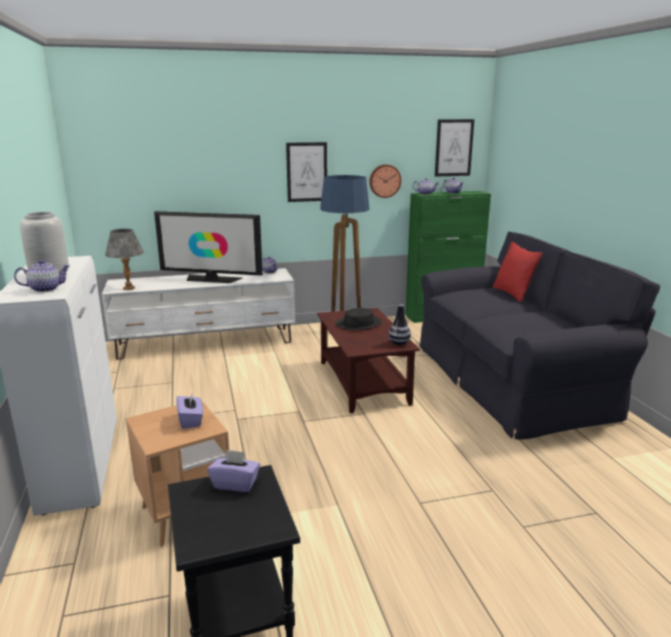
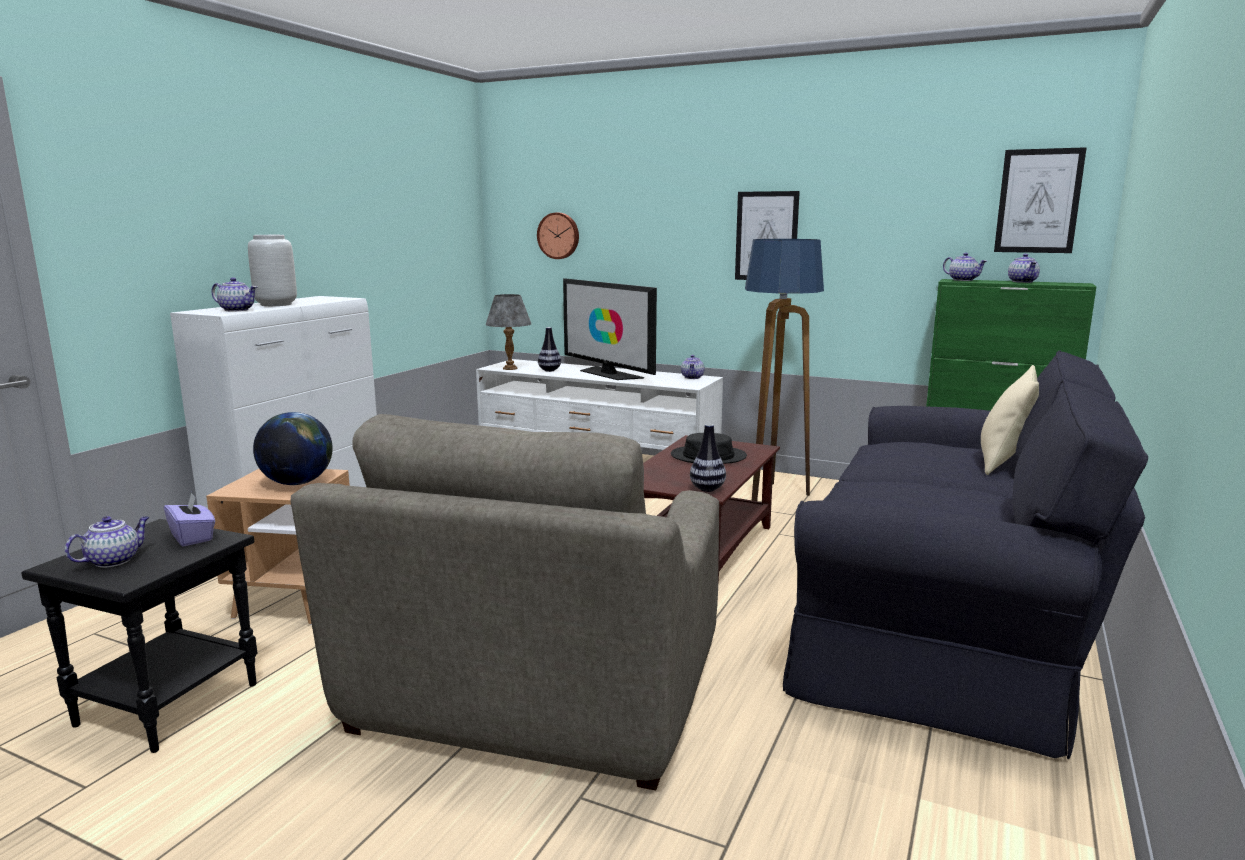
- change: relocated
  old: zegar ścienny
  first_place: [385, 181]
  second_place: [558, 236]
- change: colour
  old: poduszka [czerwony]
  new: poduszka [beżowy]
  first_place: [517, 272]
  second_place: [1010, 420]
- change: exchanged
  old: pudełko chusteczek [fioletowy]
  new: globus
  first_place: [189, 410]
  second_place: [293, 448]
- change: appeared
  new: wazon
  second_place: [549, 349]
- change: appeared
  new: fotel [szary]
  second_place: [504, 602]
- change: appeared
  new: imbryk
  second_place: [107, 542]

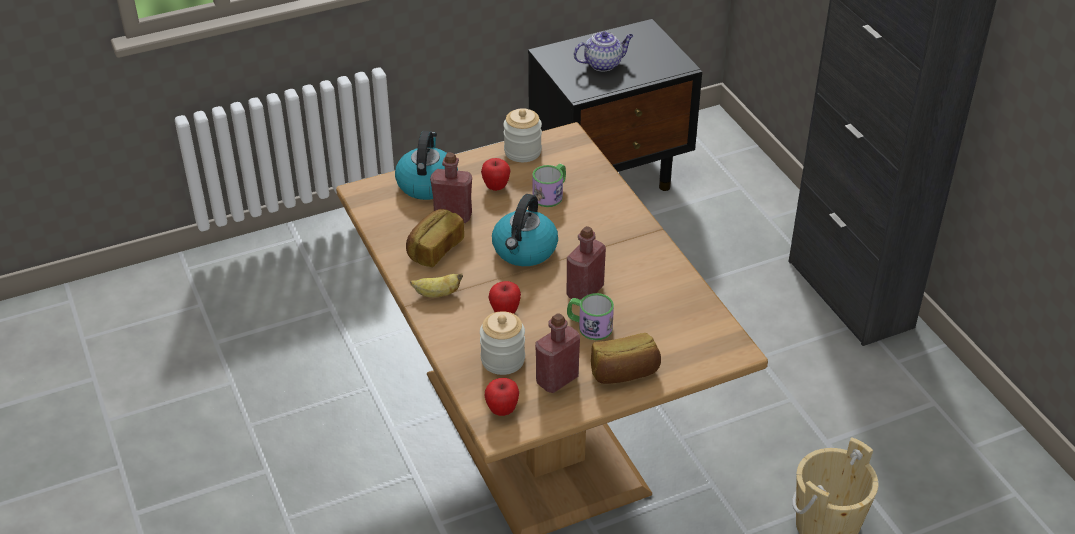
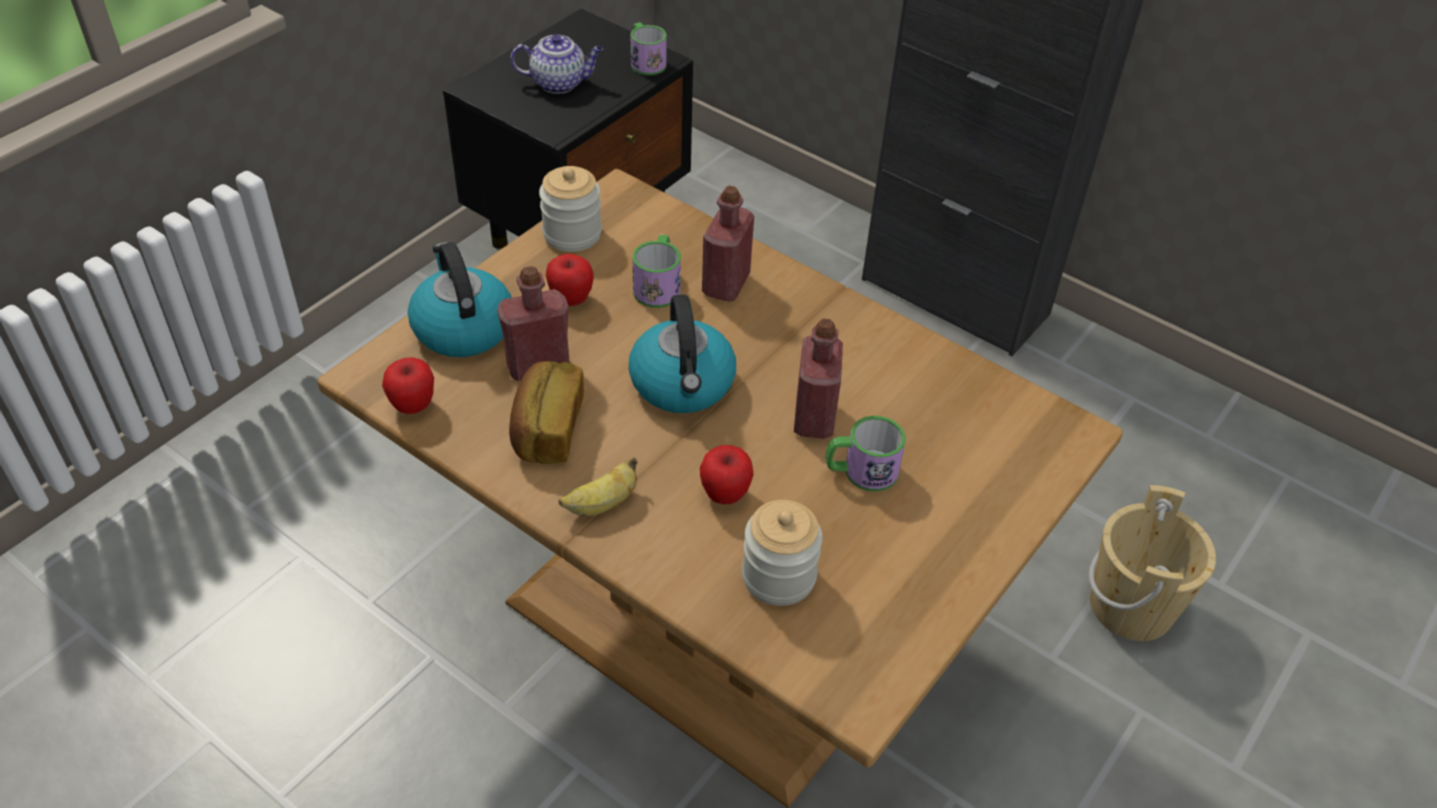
- change: spun
  old: imbryk
  first_place: [604, 51]
  second_place: [556, 64]
  degrees: 45
- change: relocated
  old: butelka [czerwony]
  first_place: [557, 353]
  second_place: [728, 243]
- change: missing
  old: chleb
  first_place: [626, 358]
- change: relocated
  old: jabłko
  first_place: [501, 397]
  second_place: [408, 385]
- change: appeared
  new: kubek
  second_place: [649, 48]

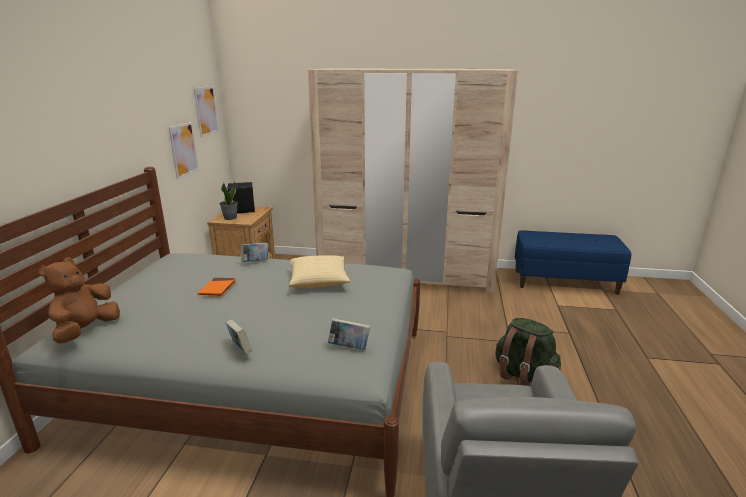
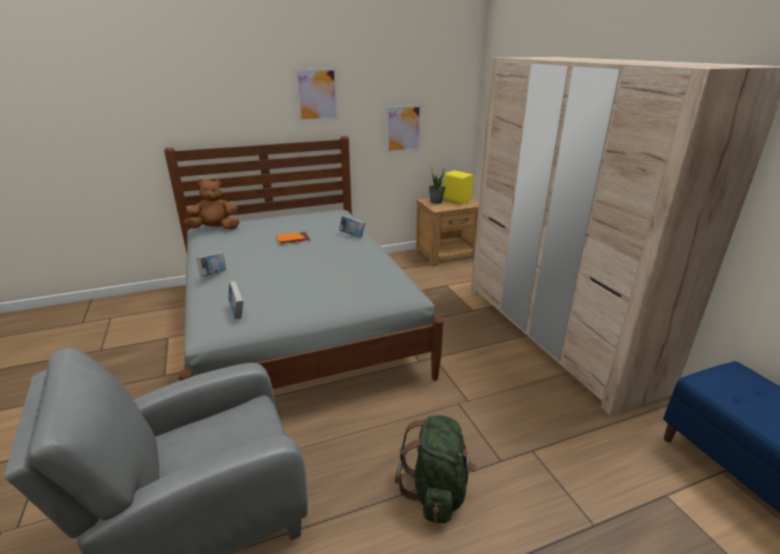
- change: relocated
  old: obraz
  first_place: [206, 111]
  second_place: [317, 95]
- change: colour
  old: głośnik [czarny]
  new: głośnik [żółty]
  first_place: [241, 197]
  second_place: [459, 187]
- change: missing
  old: poduszka
  first_place: [319, 271]

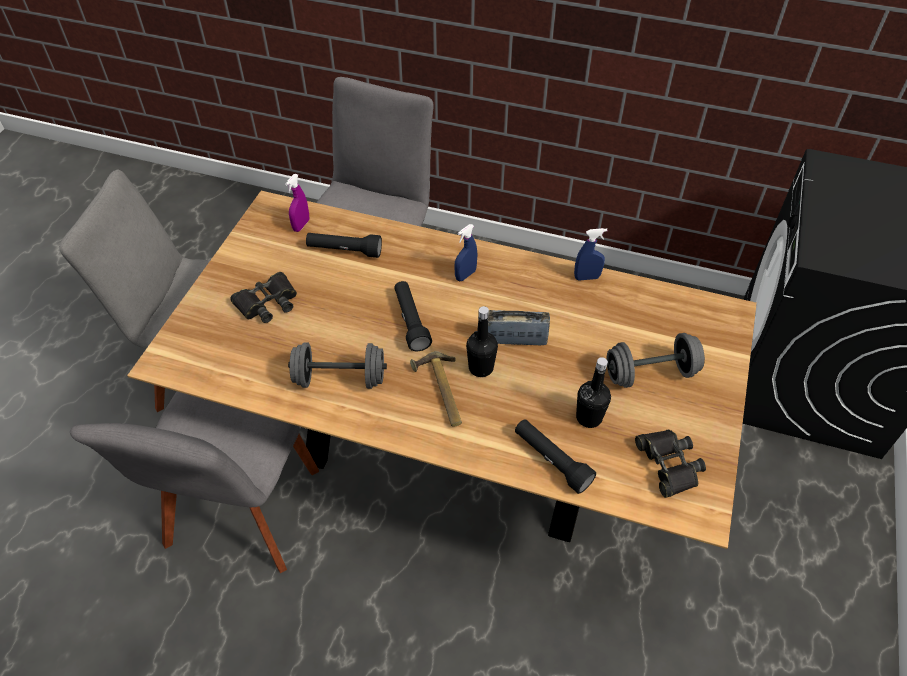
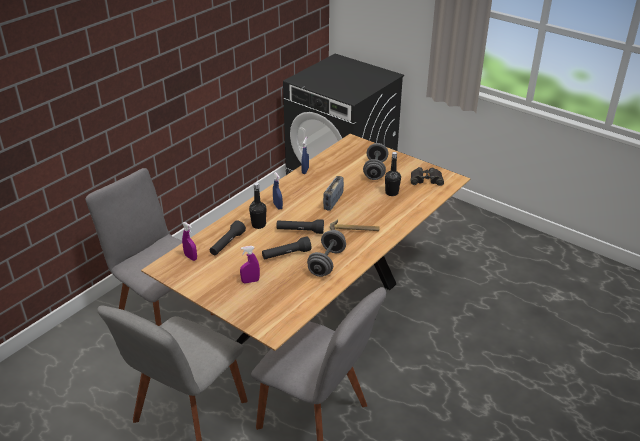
- change: exchanged
  old: lornetka [czarny]
  new: spryskiwacz [fioletowy]
  first_place: [263, 297]
  second_place: [250, 265]
- change: relocated
  old: butelka [czarny]
  first_place: [482, 341]
  second_place: [258, 206]
- change: relocated
  old: latarka [czarny]
  first_place: [555, 456]
  second_place: [287, 247]

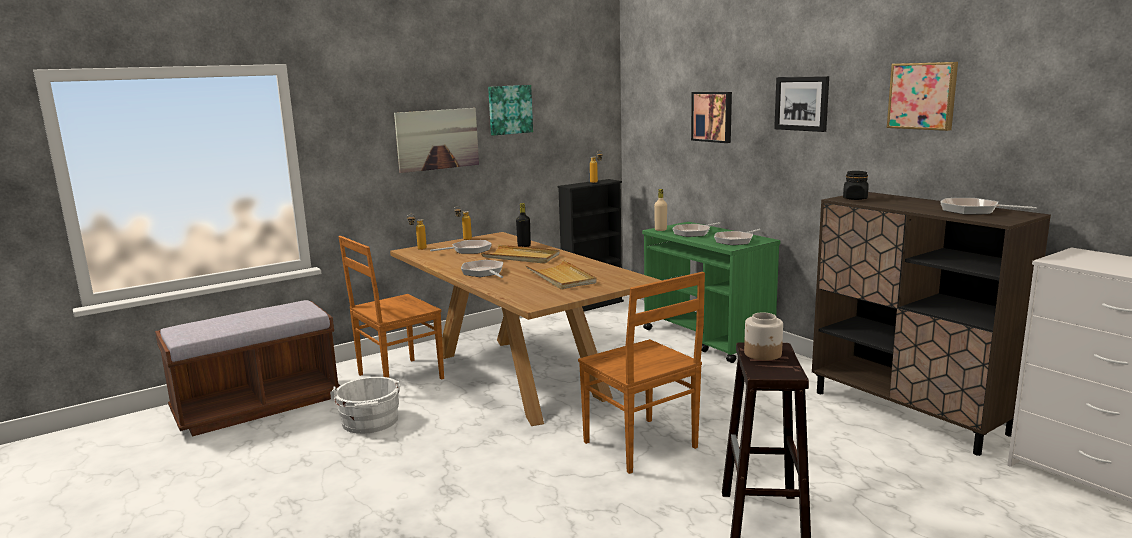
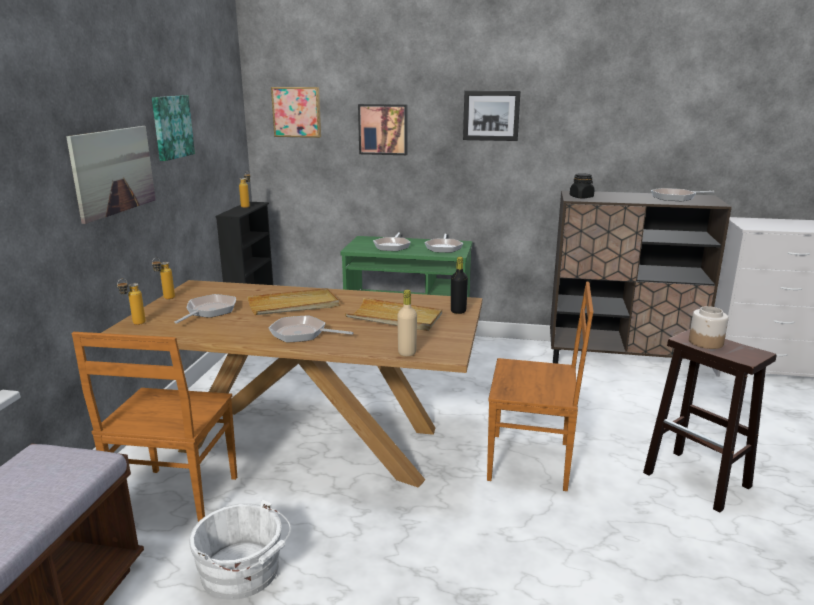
- change: relocated
  old: obraz
  first_place: [922, 96]
  second_place: [296, 112]
- change: relocated
  old: butelka [beżowy]
  first_place: [660, 210]
  second_place: [407, 323]
- change: relocated
  old: butelka [czarny]
  first_place: [523, 225]
  second_place: [459, 285]

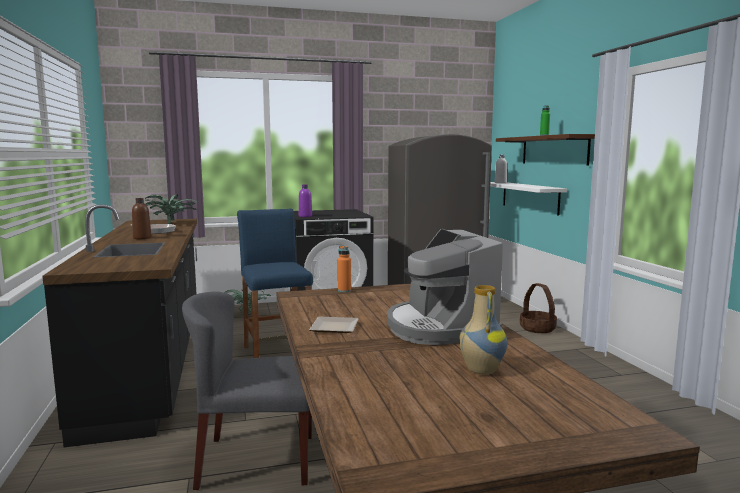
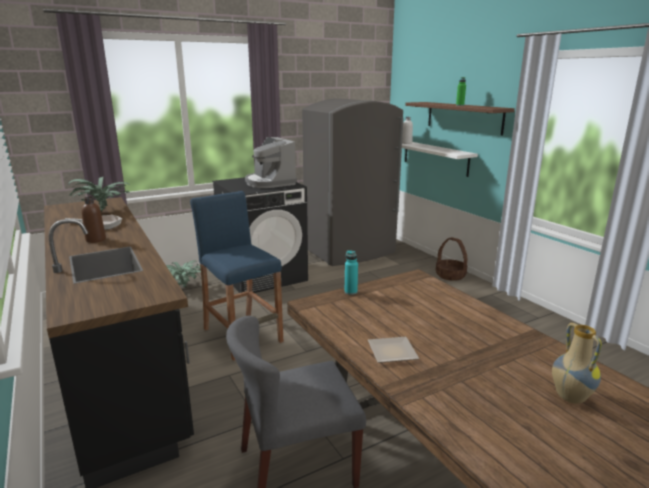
- change: missing
  old: butelka [fioletowy]
  first_place: [305, 200]
- change: relocated
  old: ekspres do kawy
  first_place: [445, 287]
  second_place: [271, 162]
- change: colour
  old: butelka [pomarańczowy]
  new: butelka [turkusowy]
  first_place: [344, 269]
  second_place: [351, 272]

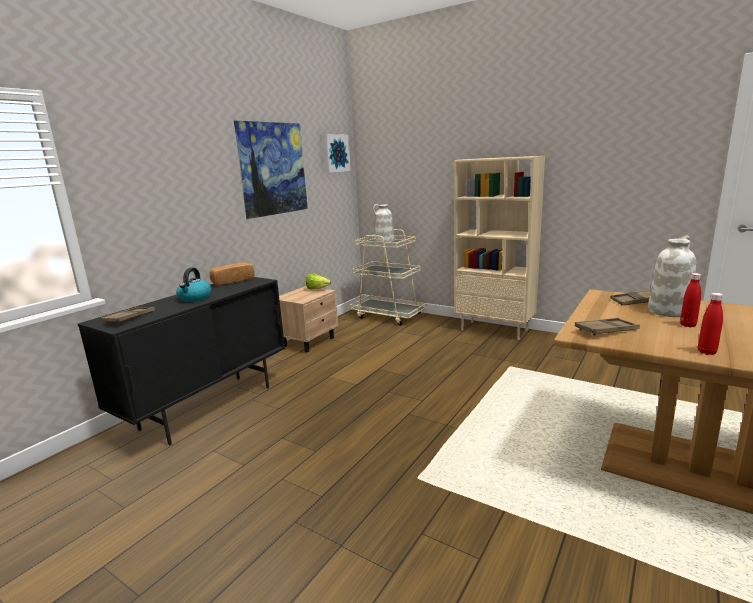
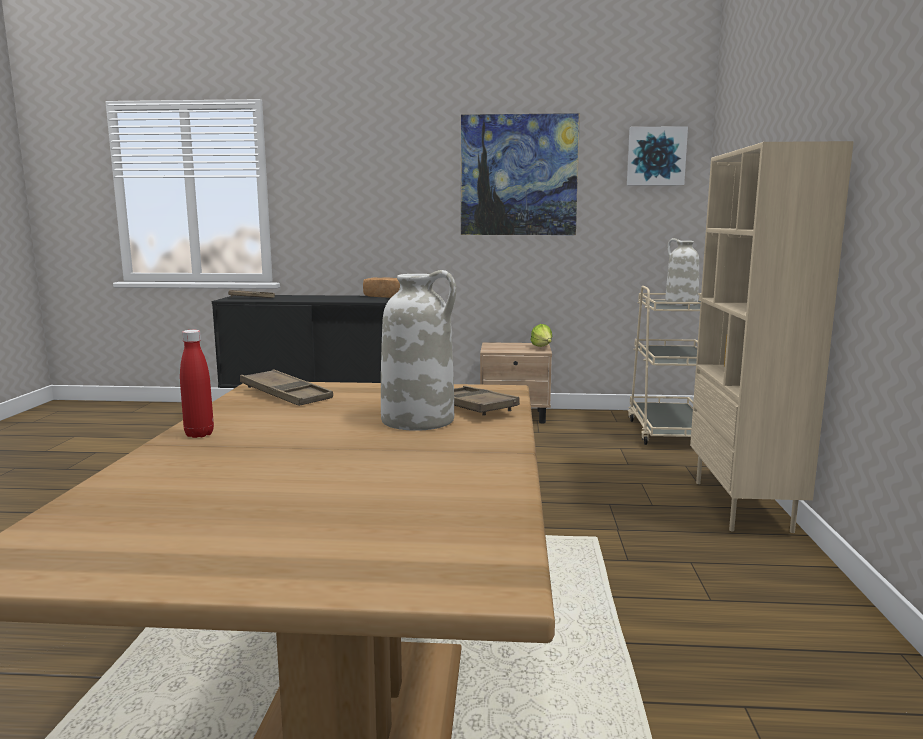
- change: missing
  old: czajnik
  first_place: [193, 285]
- change: missing
  old: butelka [czerwony]
  first_place: [690, 300]

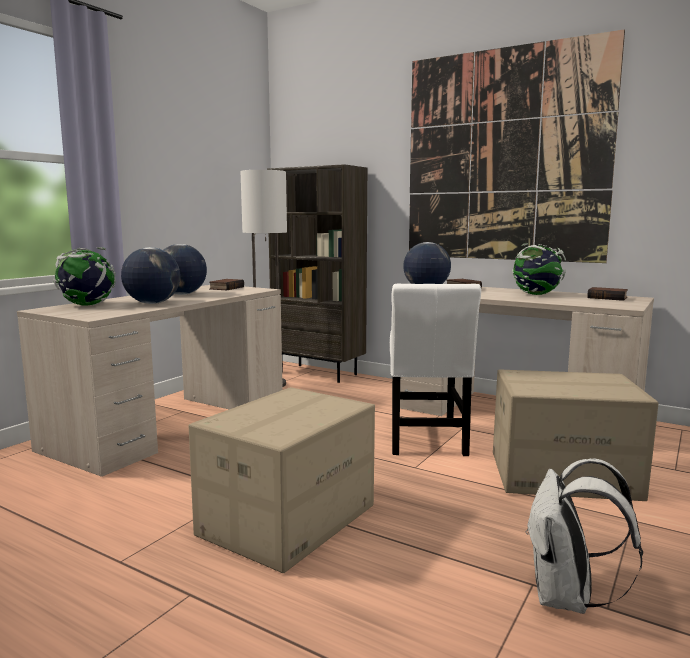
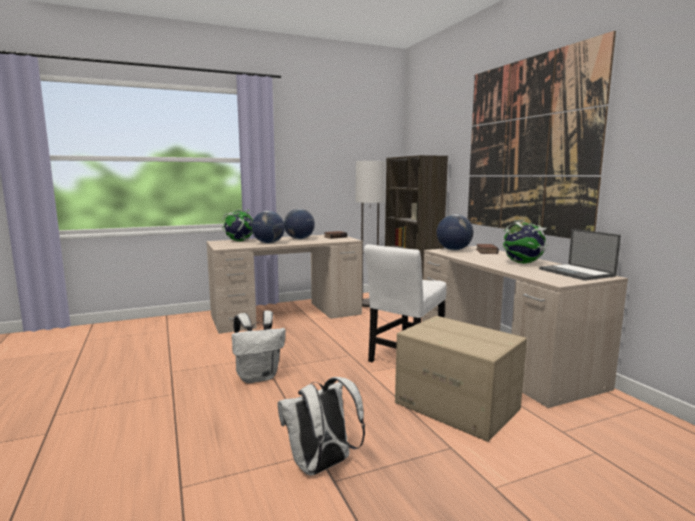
- change: exchanged
  old: książka
  new: laptop
  first_place: [607, 294]
  second_place: [580, 254]
- change: exchanged
  old: karton
  new: plecak [biały]
  first_place: [282, 480]
  second_place: [259, 346]

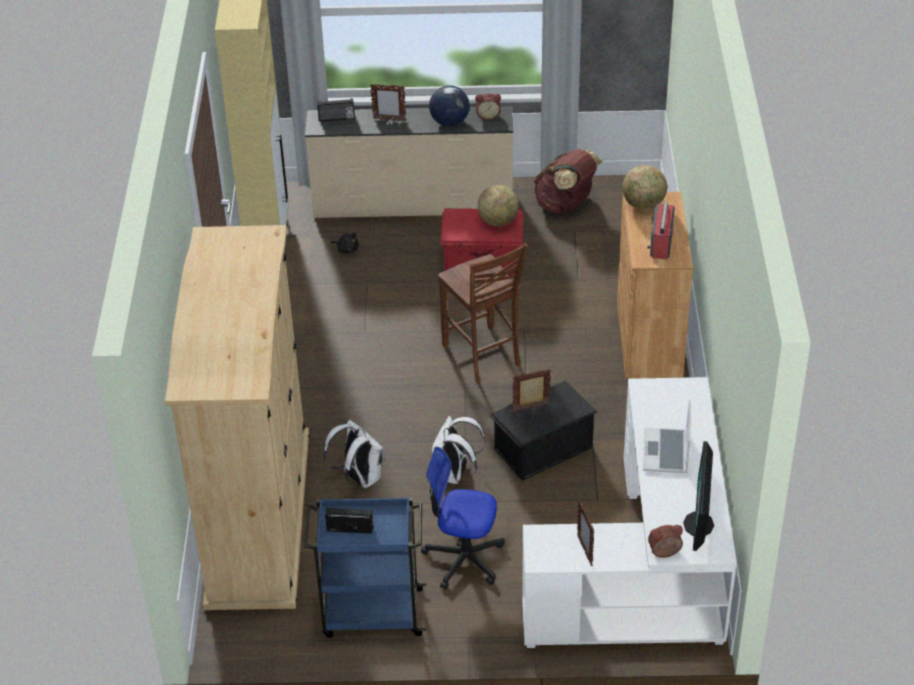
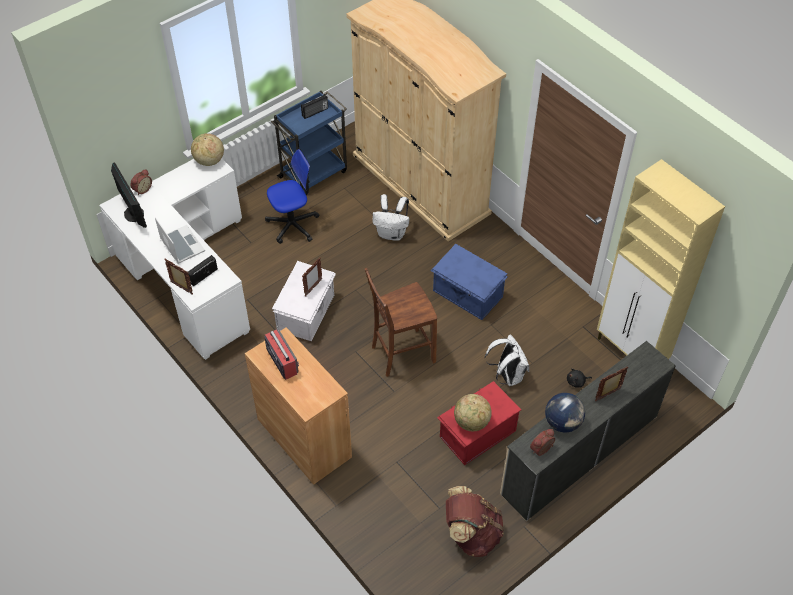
- change: relocated
  old: radio
  first_place: [336, 110]
  second_place: [203, 271]
- change: relocated
  old: globus
  first_place: [644, 187]
  second_place: [207, 149]
- change: spun
  old: krzesło [brązowy]
  first_place: [483, 313]
  second_place: [401, 322]
  degrees: -45
- change: colour
  old: pojemnik do przechowywania [czarny]
  new: pojemnik do przechowywania [biały]
  first_place: [543, 430]
  second_place: [304, 301]
- change: relocated
  old: plecak [biały]
  first_place: [459, 450]
  second_place: [507, 360]
- change: relocated
  old: ramka na zdjęcie
  first_place: [585, 533]
  second_place: [178, 276]
- change: appeared
  new: pojemnik do przechowywania [niebieski]
  second_place: [469, 282]

